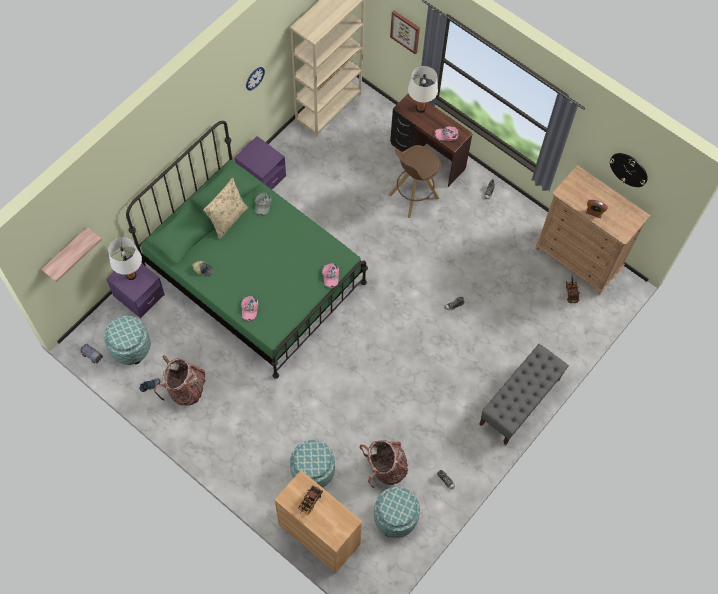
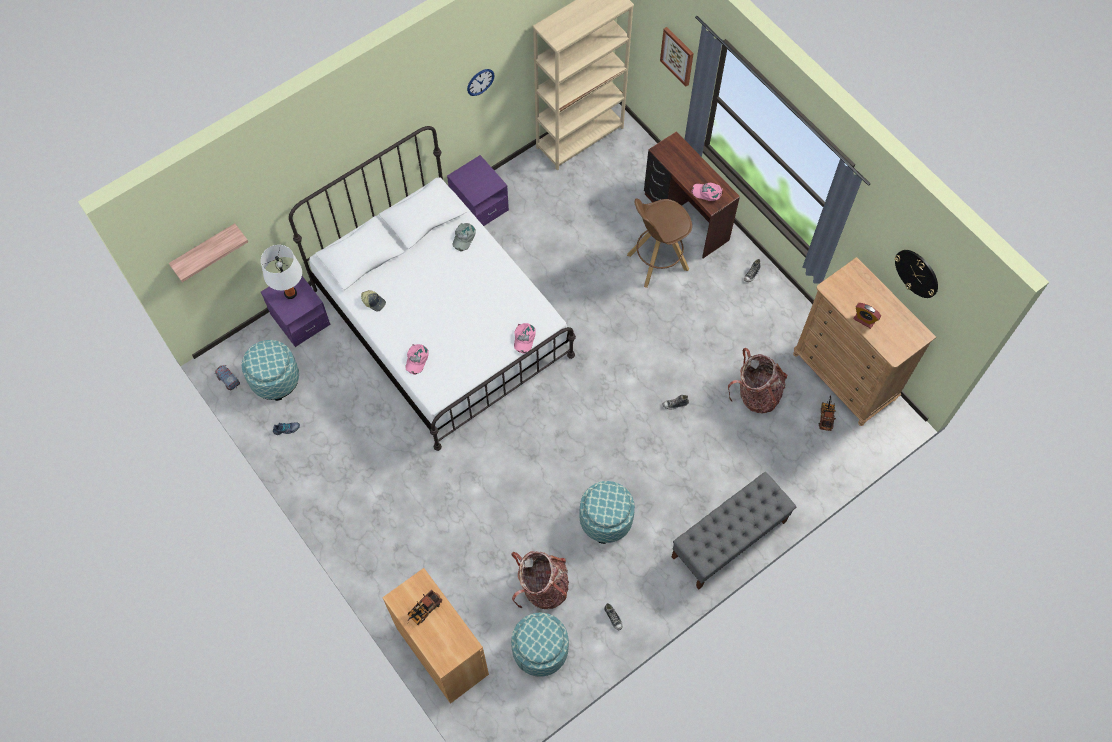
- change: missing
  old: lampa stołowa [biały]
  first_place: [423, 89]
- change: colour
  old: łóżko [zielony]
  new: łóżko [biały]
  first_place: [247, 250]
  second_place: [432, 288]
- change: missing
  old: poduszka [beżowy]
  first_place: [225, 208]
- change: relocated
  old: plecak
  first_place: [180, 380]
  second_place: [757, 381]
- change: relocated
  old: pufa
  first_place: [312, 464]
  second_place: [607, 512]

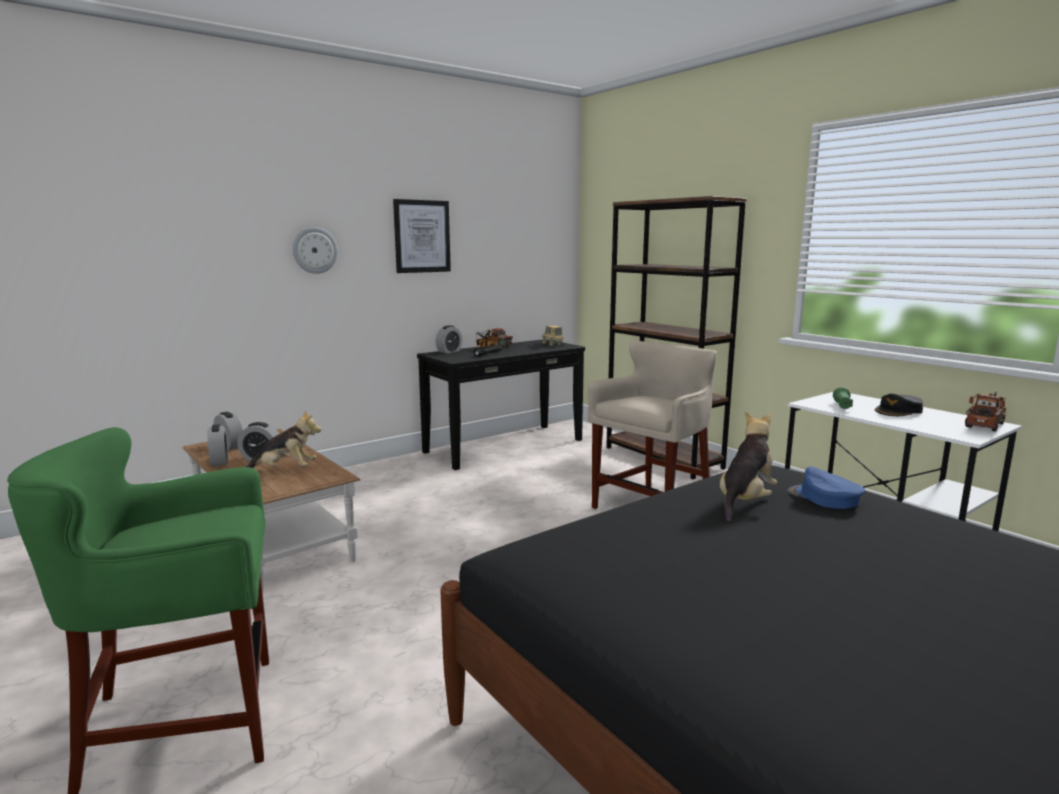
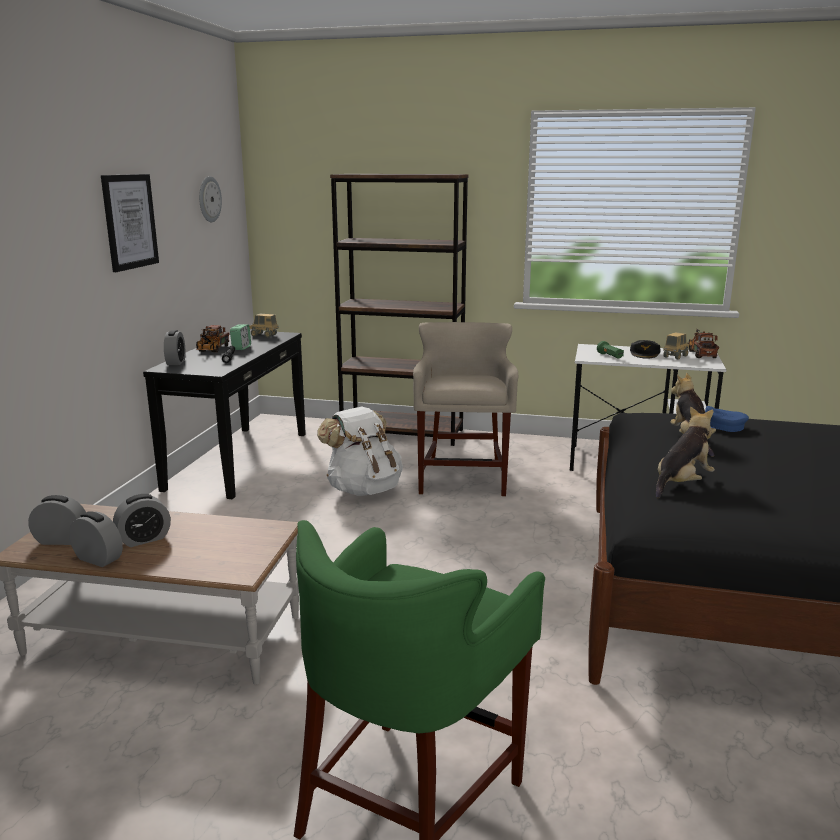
- change: relocated
  old: zegar ścienny
  first_place: [315, 250]
  second_place: [210, 199]
- change: relocated
  old: pluszak
  first_place: [283, 439]
  second_place: [685, 452]
- change: appeared
  new: budzik
  second_place: [240, 337]
- change: appeared
  new: ciężarówka zabawkowa
  second_place: [676, 345]
- change: appeared
  new: plecak [biały]
  second_place: [360, 451]

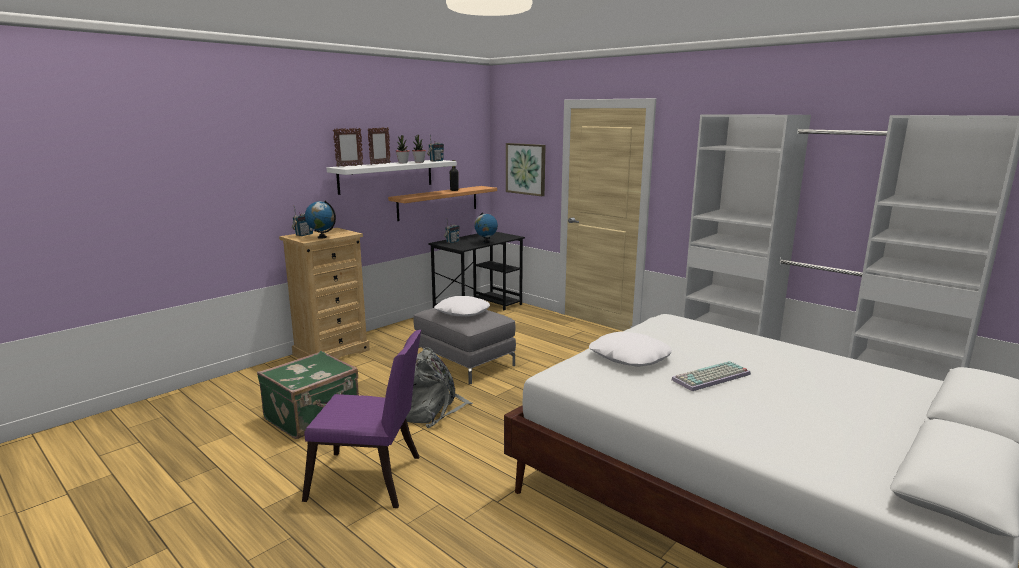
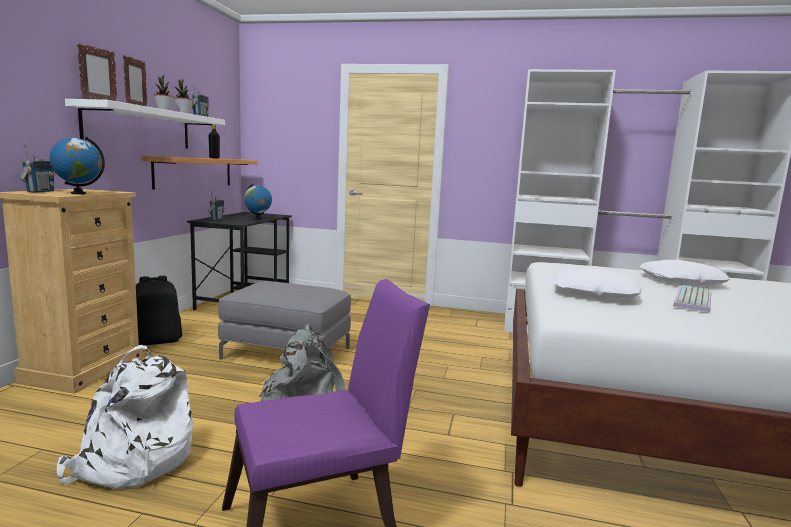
- change: missing
  old: obraz
  first_place: [526, 169]
- change: relocated
  old: poduszka [biały]
  first_place: [462, 306]
  second_place: [685, 273]
- change: exchanged
  old: walizka [zielony]
  new: plecak [biały]
  first_place: [308, 395]
  second_place: [125, 417]
- change: appeared
  new: plecak [czarny]
  second_place: [159, 311]

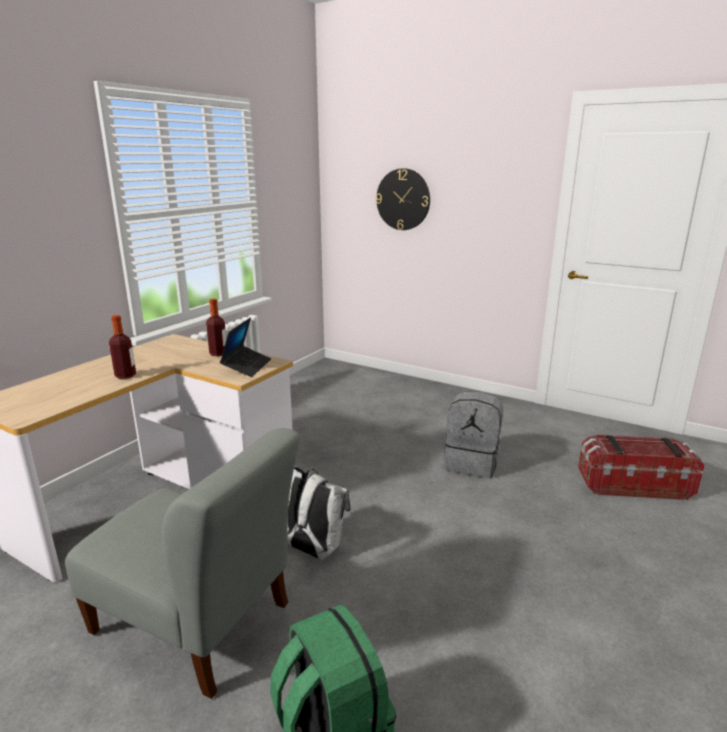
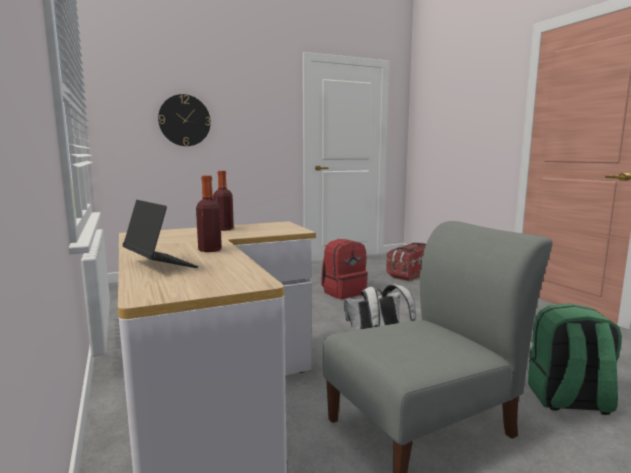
- change: relocated
  old: laptop
  first_place: [245, 347]
  second_place: [160, 234]
- change: colour
  old: plecak [szary]
  new: plecak [czerwony]
  first_place: [473, 435]
  second_place: [344, 269]

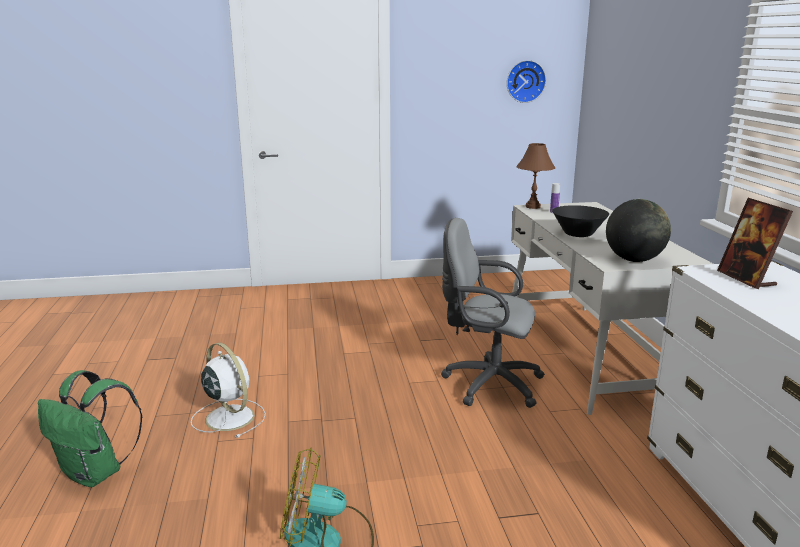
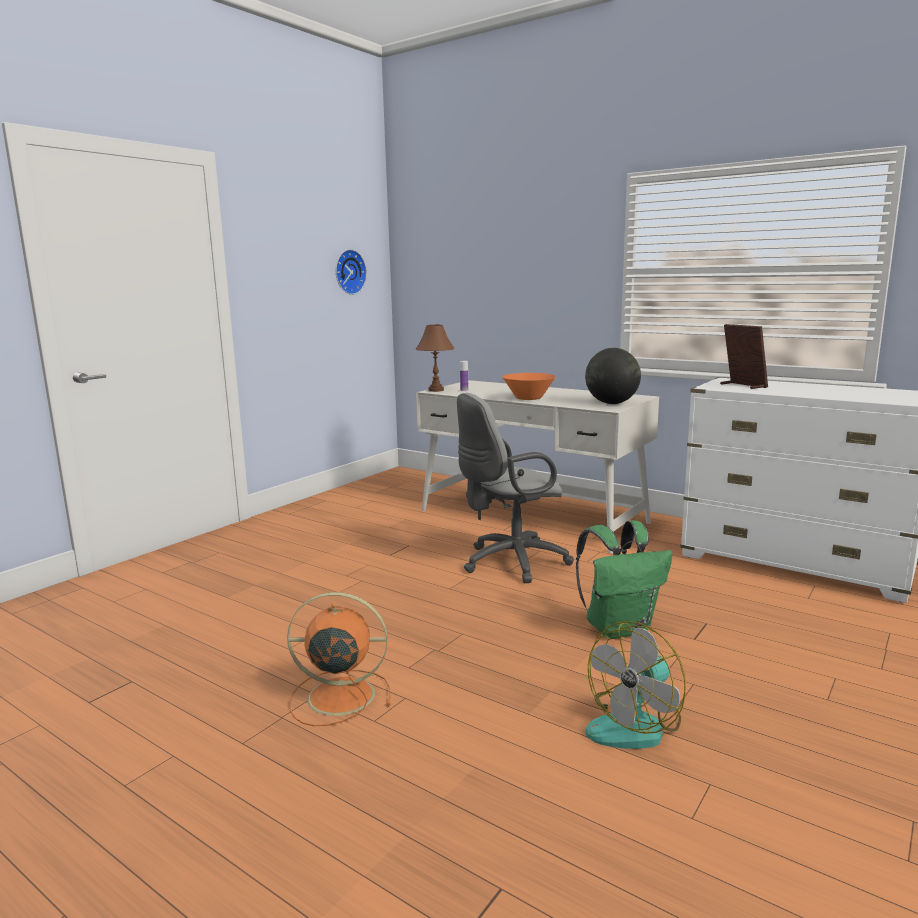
- change: spun
  old: ramka na zdjęcie
  first_place: [755, 243]
  second_place: [744, 356]
  degrees: -150
- change: colour
  old: miska [czarny]
  new: miska [pomarańczowy]
  first_place: [580, 221]
  second_place: [529, 386]
- change: colour
  old: wentylator [biały]
  new: wentylator [pomarańczowy]
  first_place: [228, 390]
  second_place: [339, 659]
- change: relocated
  old: plecak [zielony]
  first_place: [90, 428]
  second_place: [624, 579]

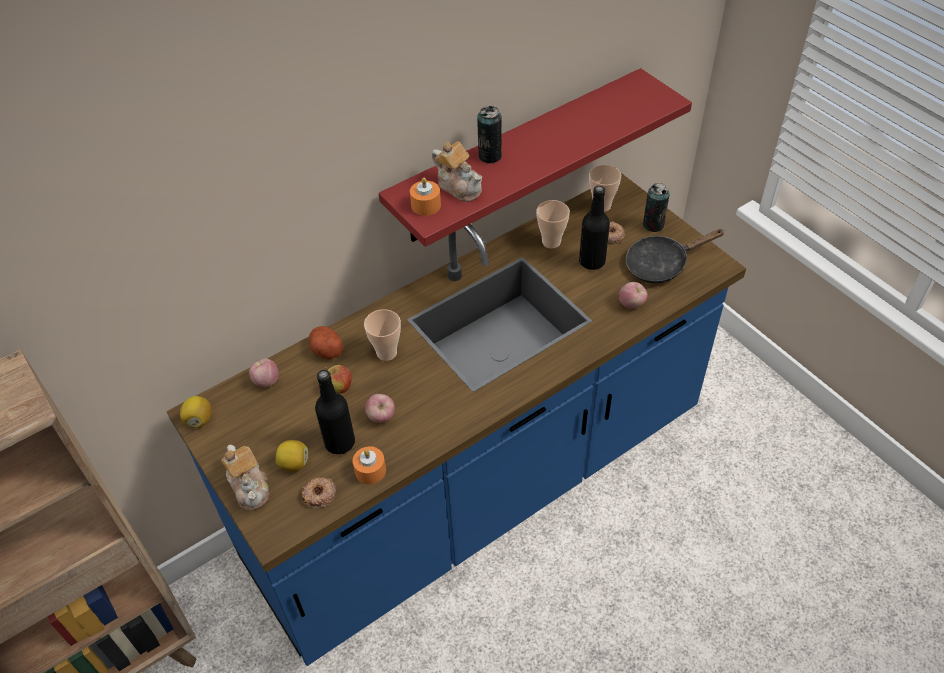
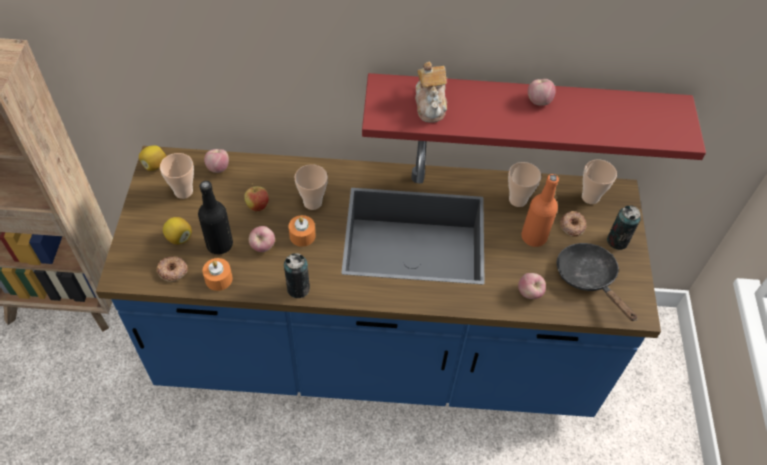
- change: relocated
  old: puszka
  first_place: [489, 134]
  second_place: [297, 275]
- change: relocated
  old: świeca [pomarańczowy]
  first_place: [425, 196]
  second_place: [302, 231]
- change: colour
  old: butelka [czarny]
  new: butelka [pomarańczowy]
  first_place: [594, 228]
  second_place: [540, 210]
- change: spun
  old: patelnia [czarny]
  first_place: [675, 256]
  second_place: [597, 282]
  degrees: 45
- change: missing
  old: ziemniak
  first_place: [326, 342]
- change: missing
  old: imbryk
  first_place: [245, 478]
- change: appeared
  new: jabłko
  second_place: [541, 92]
- change: appeared
  new: filiżanka
  second_place: [177, 176]

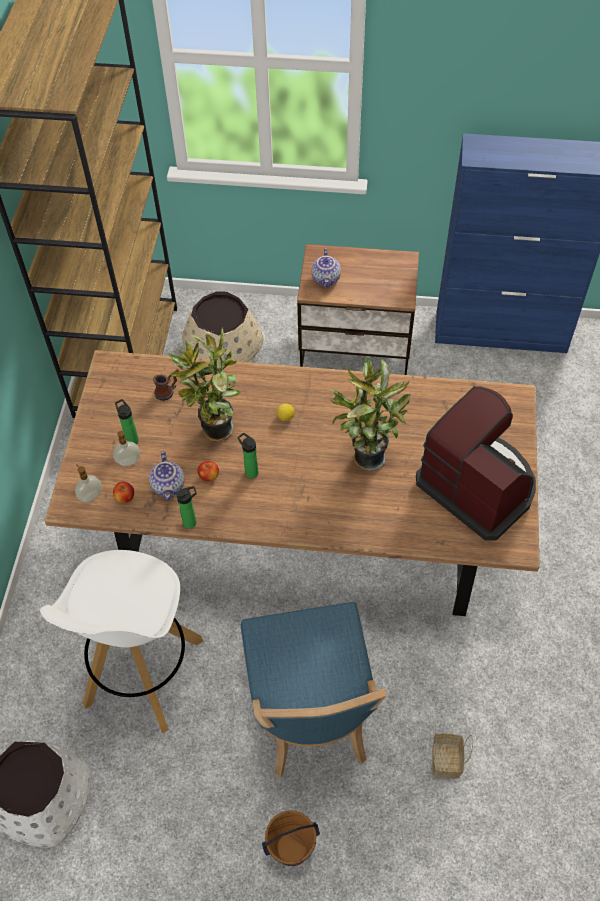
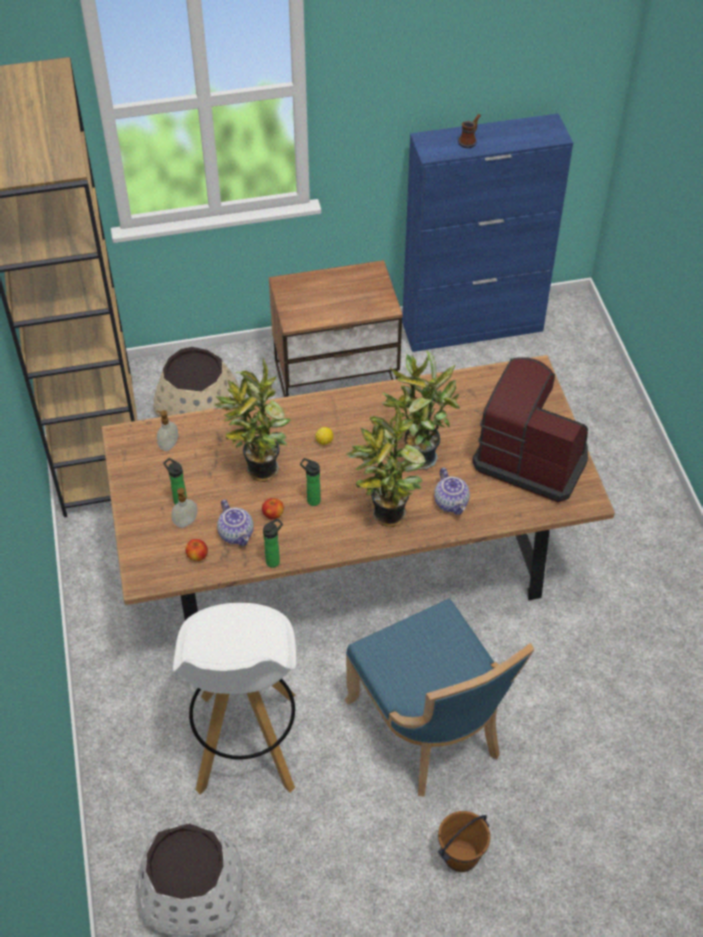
- change: relocated
  old: imbryk
  first_place: [326, 268]
  second_place: [452, 491]
- change: relocated
  old: kubek
  first_place: [166, 385]
  second_place: [469, 131]
- change: relocated
  old: dozownik mydła
  first_place: [88, 483]
  second_place: [167, 430]
- change: missing
  old: koszyk
  first_place: [452, 756]
- change: appeared
  new: roślina doniczkowa
  second_place: [386, 464]

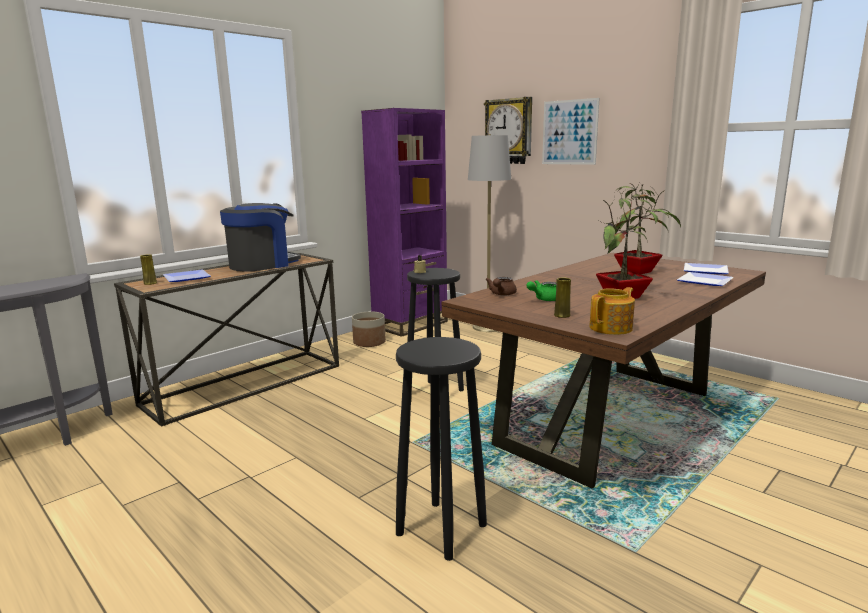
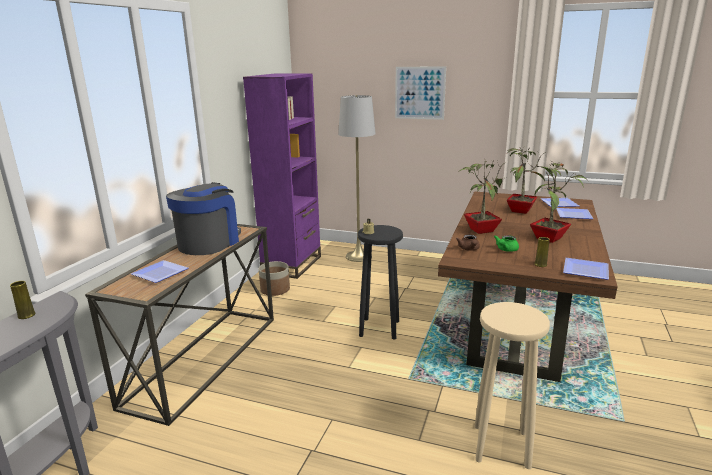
- change: missing
  old: zegar ścienny
  first_place: [508, 130]
- change: relocated
  old: wazon [żółty]
  first_place: [148, 269]
  second_place: [23, 300]
- change: exchanged
  old: imbryk
  new: talerz
  first_place: [612, 311]
  second_place: [586, 269]
- change: colour
  old: stołek [czarny]
  new: stołek [beżowy]
  first_place: [441, 449]
  second_place: [512, 385]
- change: appeared
  new: roślina doniczkowa
  second_place: [482, 196]

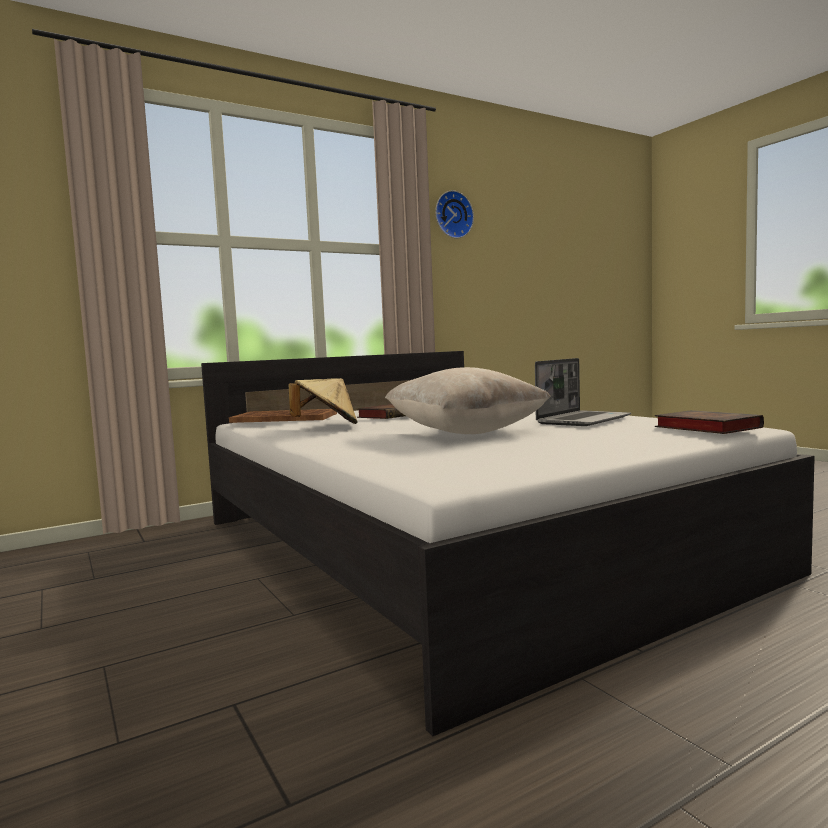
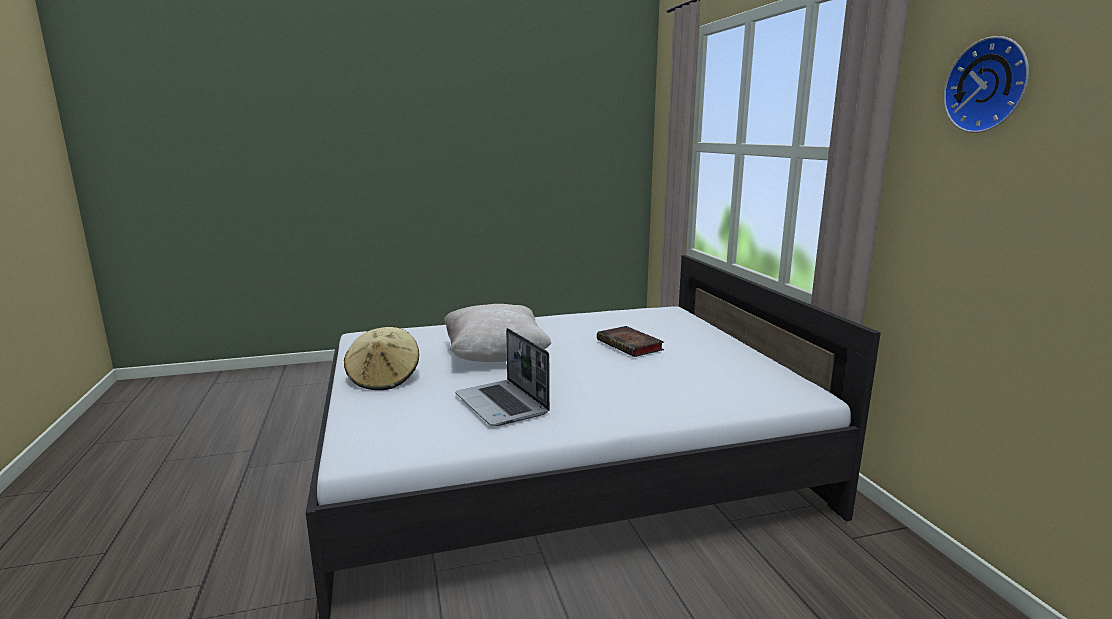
- change: relocated
  old: kapelusz [beżowy]
  first_place: [323, 401]
  second_place: [381, 358]
- change: missing
  old: taca [brązowy]
  first_place: [283, 416]
- change: missing
  old: książka
  first_place: [709, 422]

